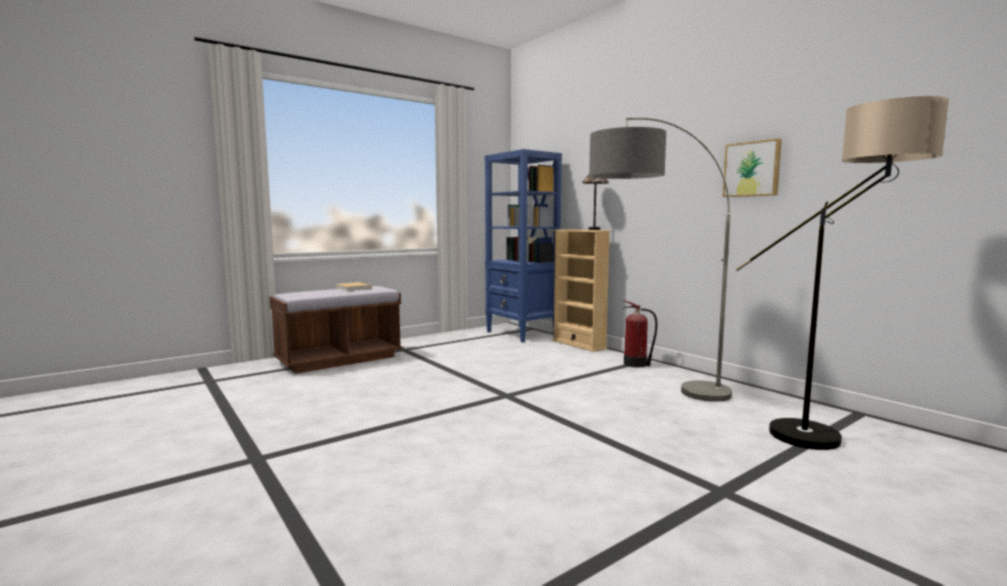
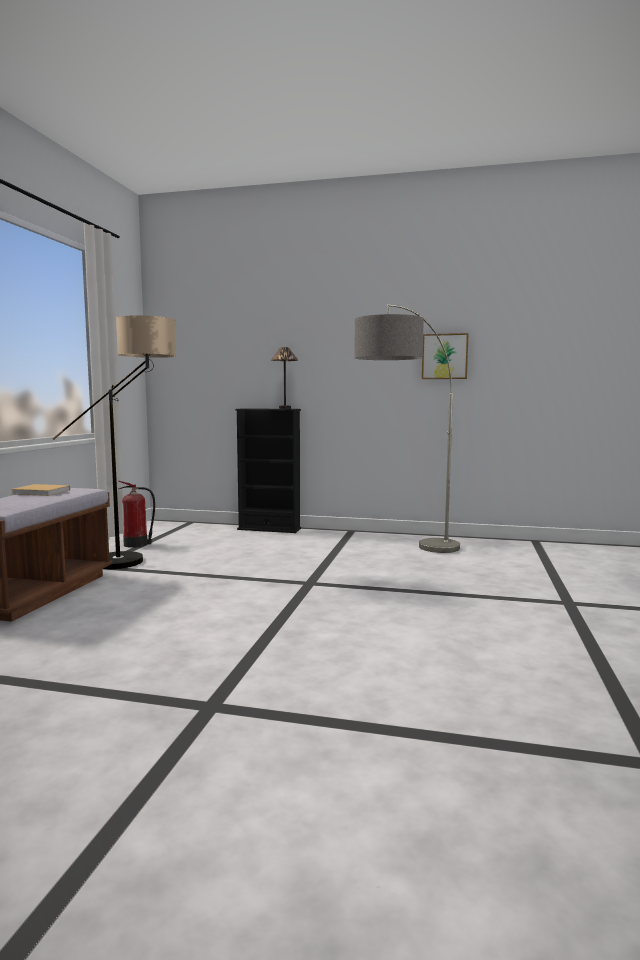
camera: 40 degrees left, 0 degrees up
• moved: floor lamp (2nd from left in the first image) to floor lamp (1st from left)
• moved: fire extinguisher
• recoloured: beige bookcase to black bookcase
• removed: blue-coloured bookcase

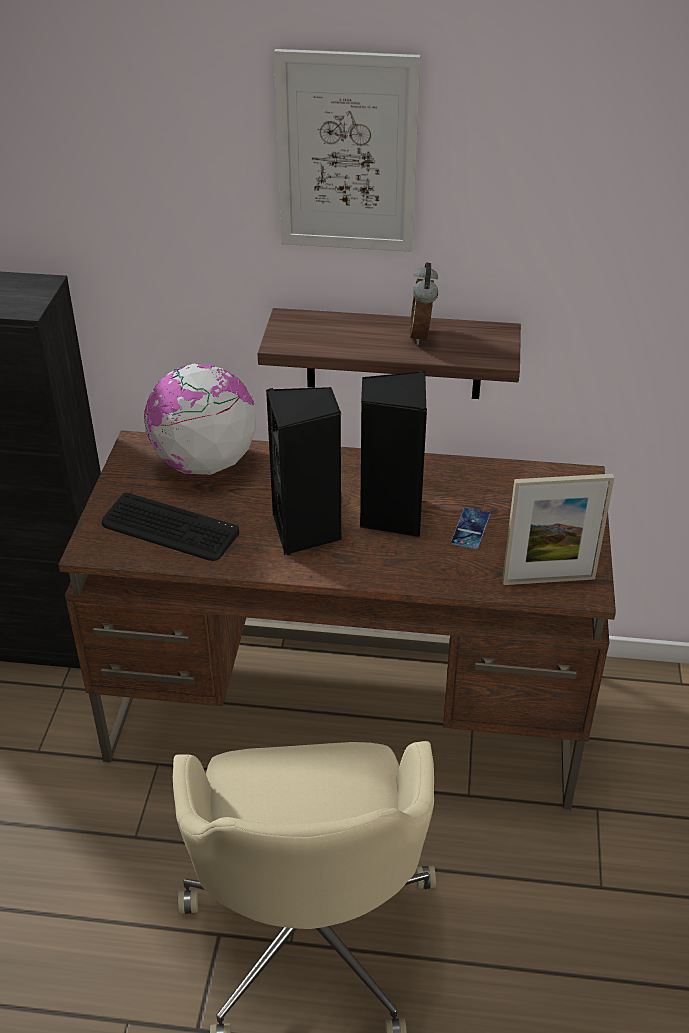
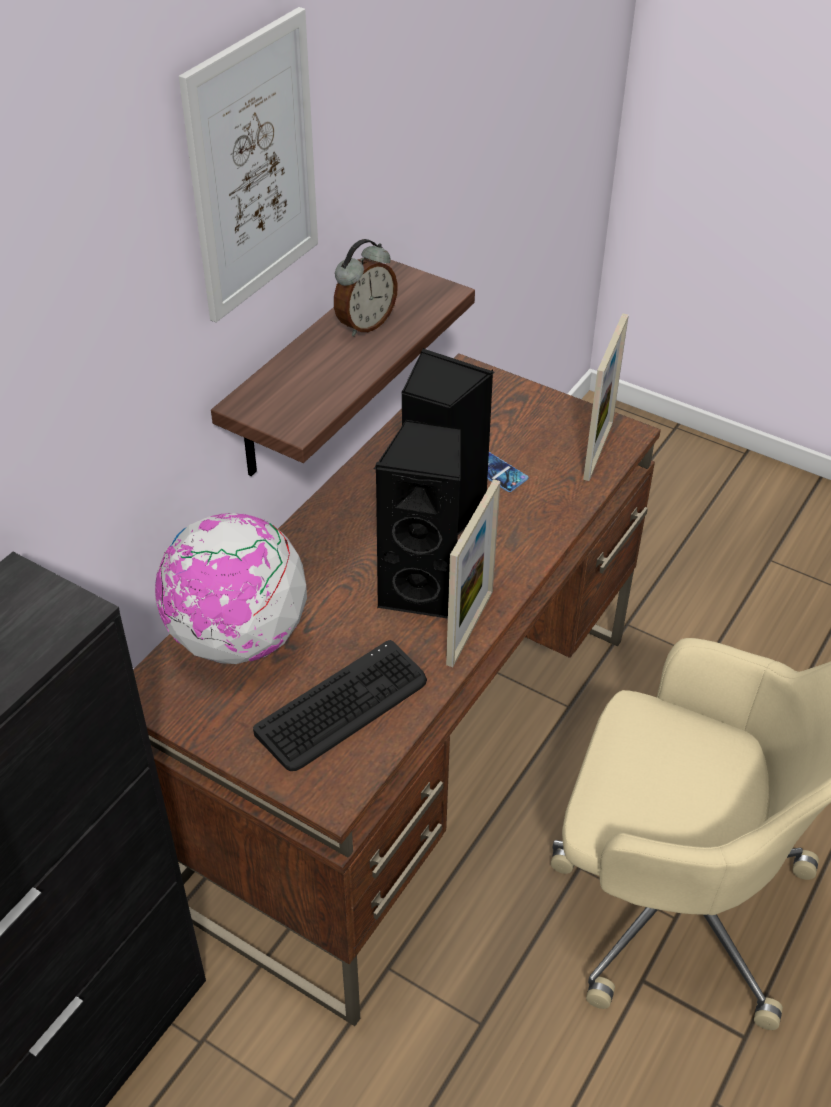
camera: 65 degrees left, 5 degrees up
• turned: bedside clock 75 degrees counterclockwise
• added: photo frame (1st from left)

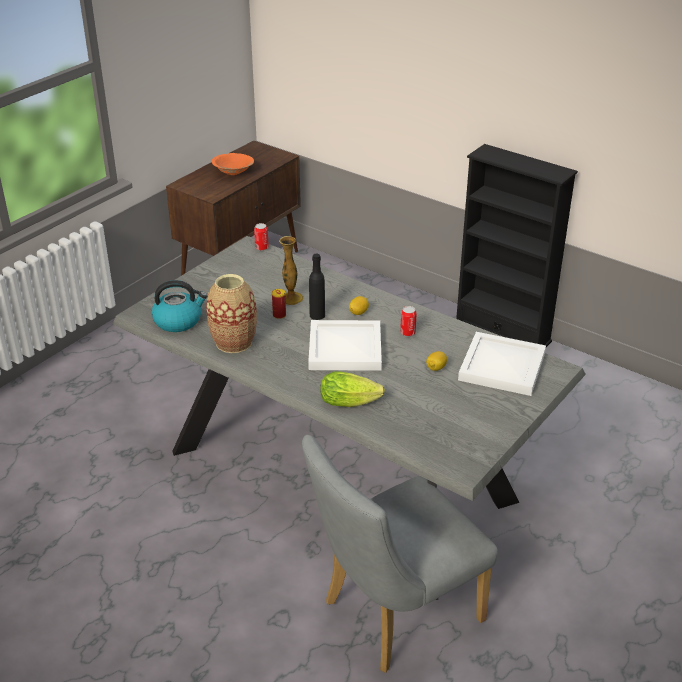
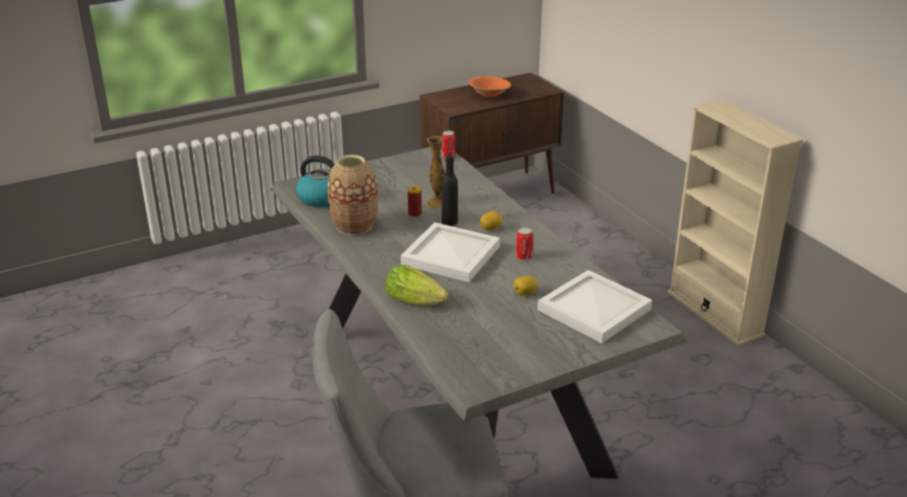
camera: 25 degrees right, 5 degrees down
• recoloured: black bookcase to beige bookcase

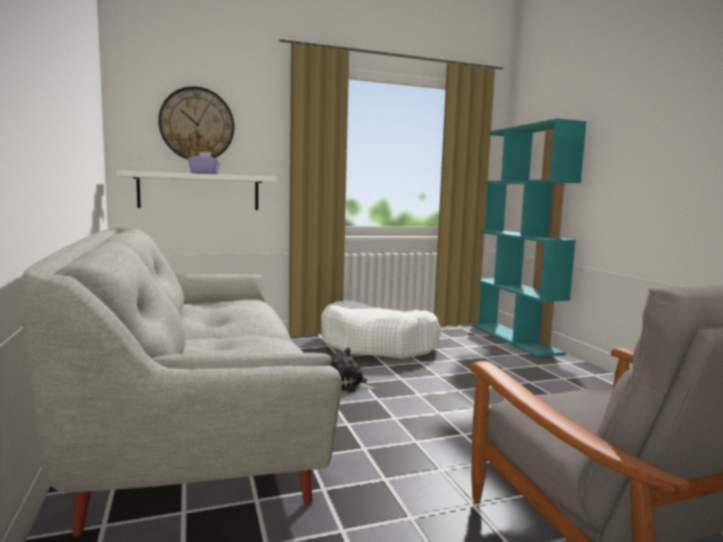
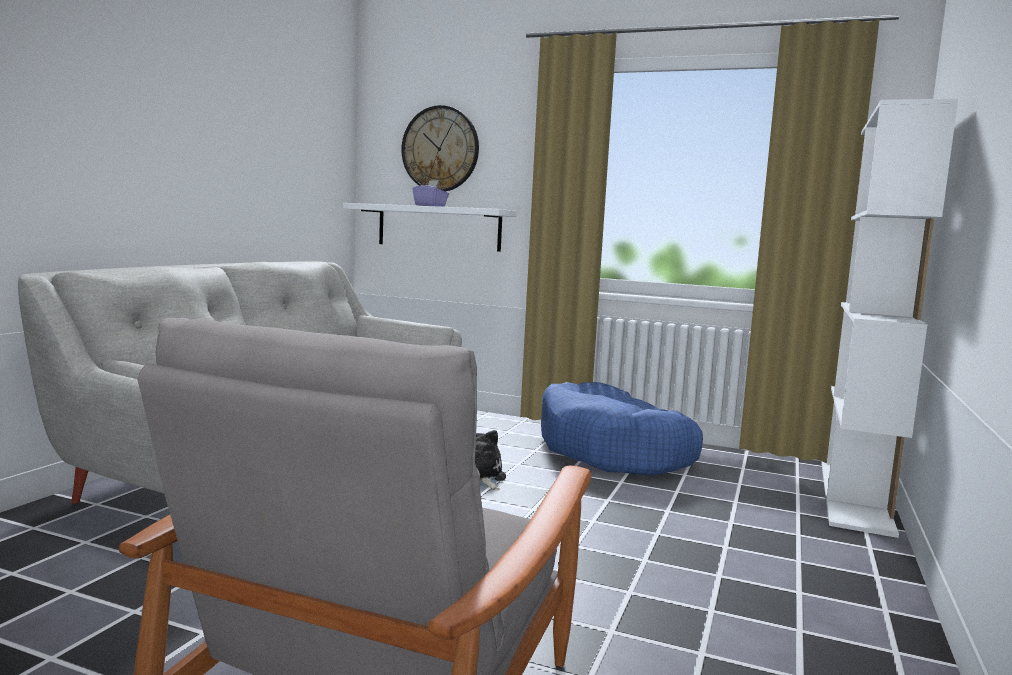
camera: 40 degrees right, 0 degrees up
• recoloured: white-coloured dog bed to blue-coloured dog bed
• recoloured: blue-green bookcase to white-coloured bookcase

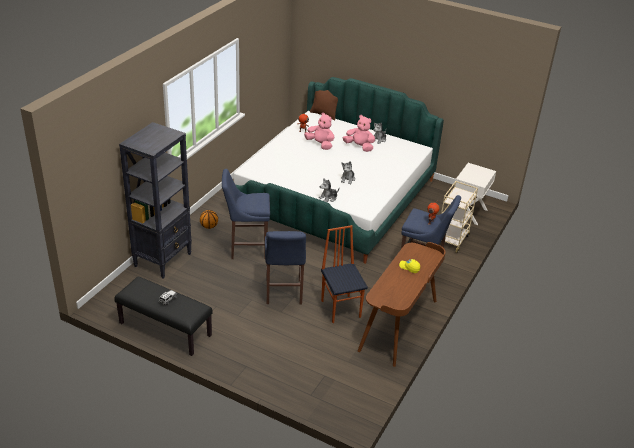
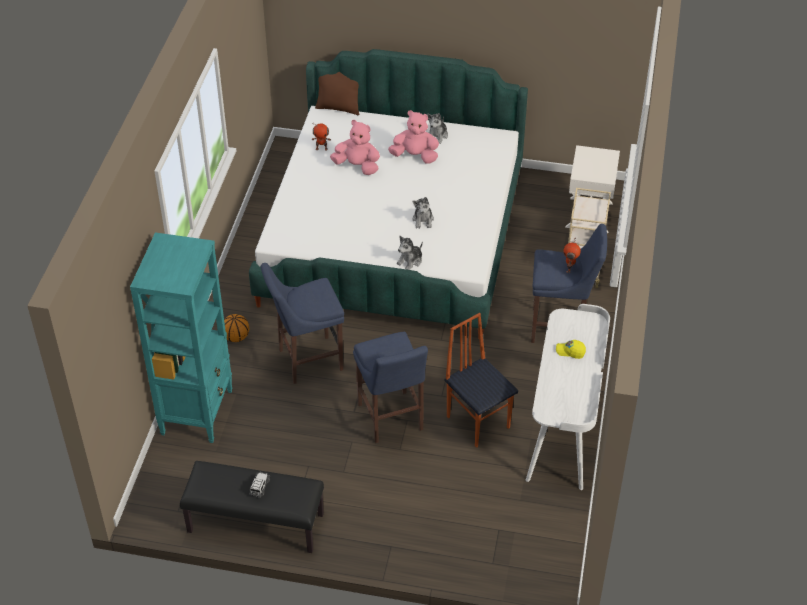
camera: 15 degrees left, 10 degrees up
• recoloured: black bookcase to blue-green bookcase
• recoloured: brownish desk unit to white-coloured desk unit

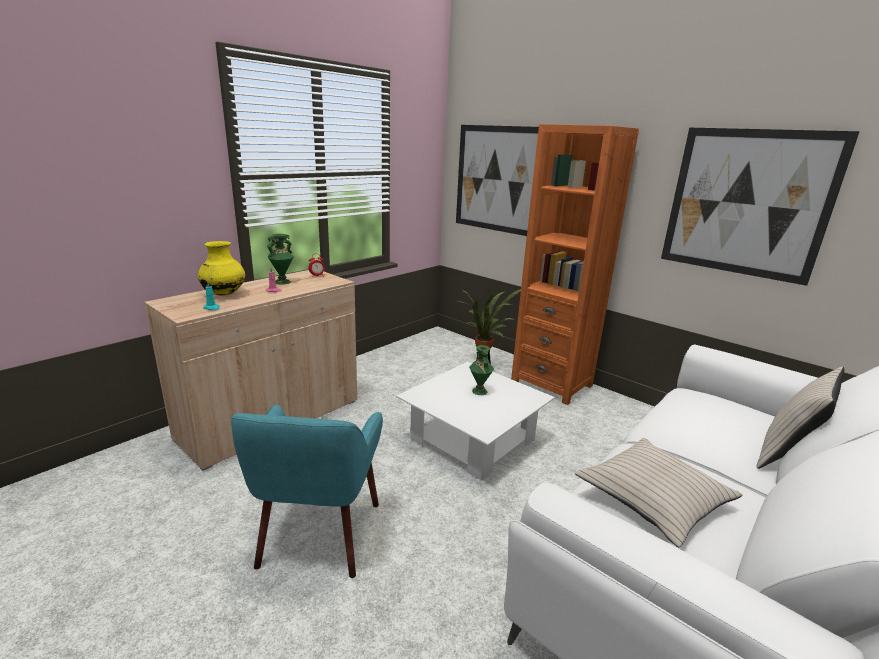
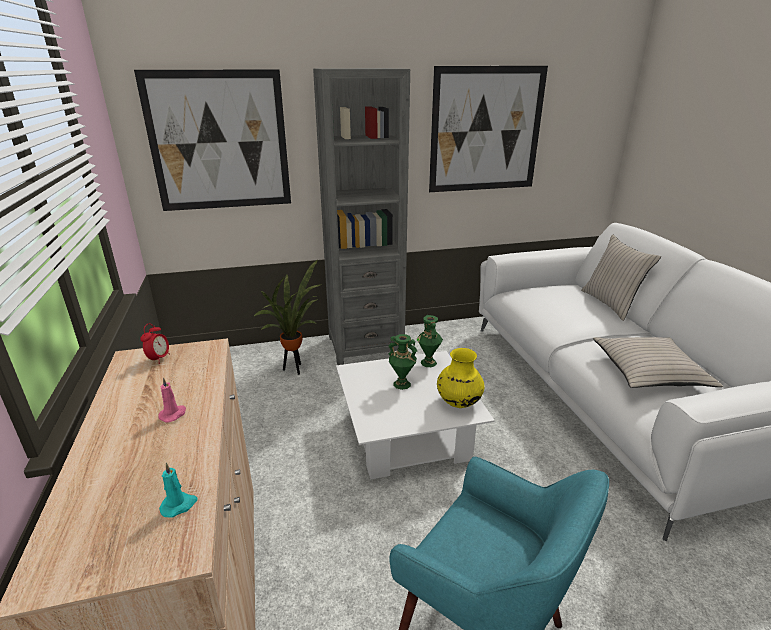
camera: 55 degrees left, 5 degrees up
• recoloured: orange bookcase to grey bookcase
• moved: greenish vase (1st from left in the first image) to greenish vase (2nd from left)
• moved: yellow vase

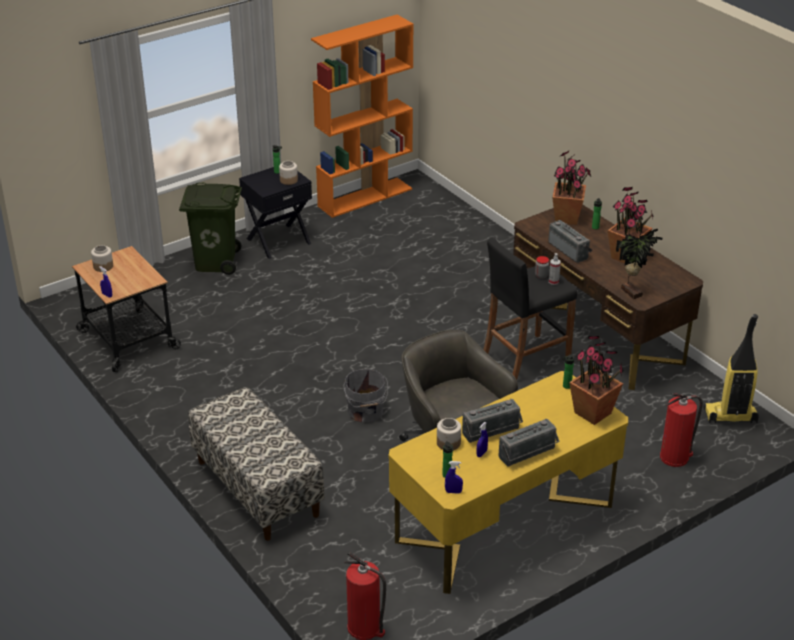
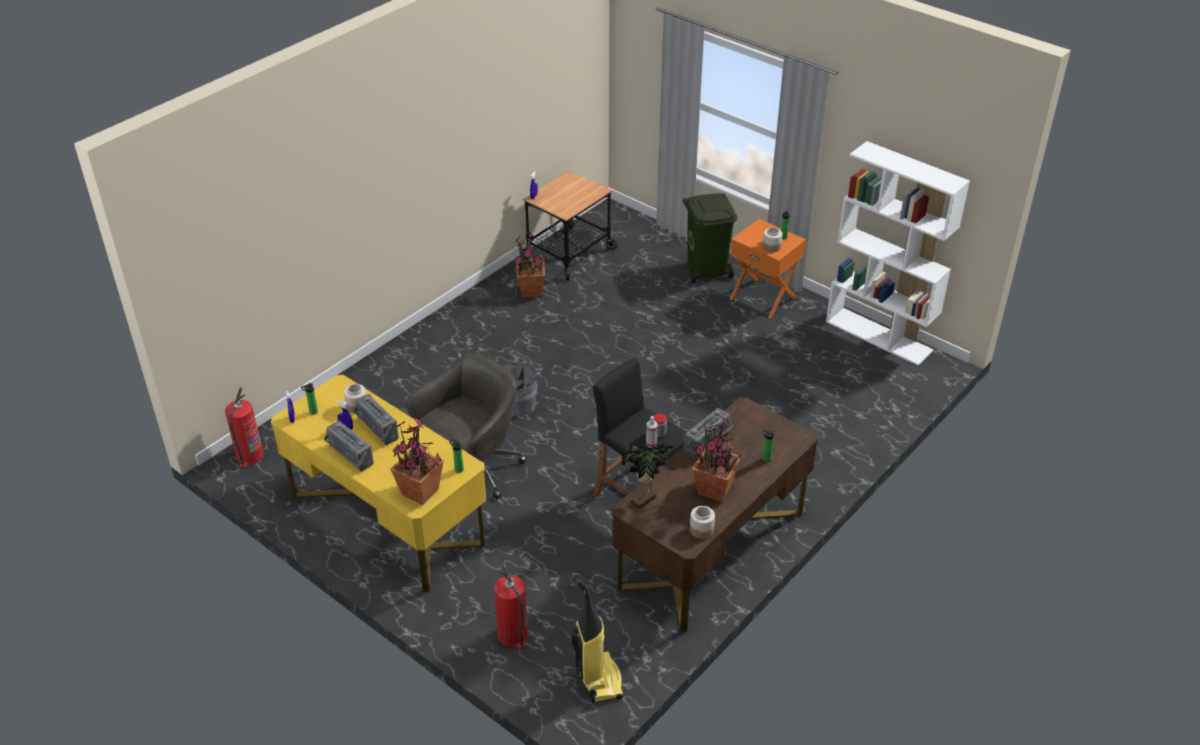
camera: 75 degrees right, 5 degrees up
• moved: houseplant (1st from left in the first image) to houseplant (2nd from left)
• moved: jar (1st from left in the first image) to jar (3rd from left)
• recoloured: black night table to orange night table
• recoloured: orange bookcase to white-coloured bookcase
• removed: long seat

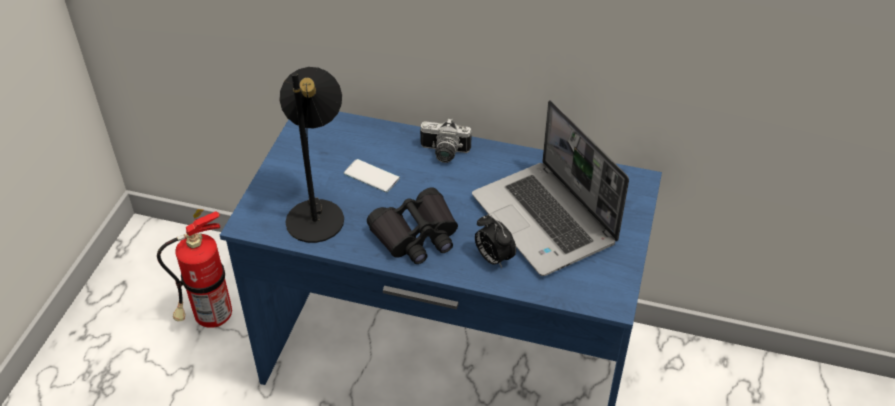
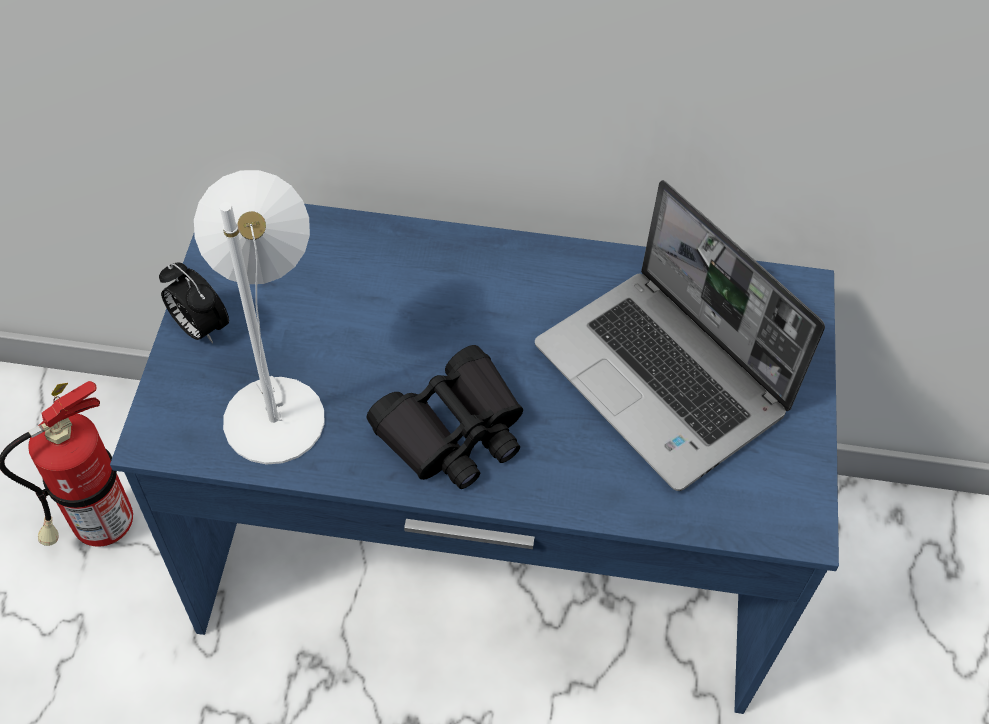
camera: 10 degrees left, 10 degrees up
• moved: bedside clock
• recoloured: black lamp for a table to white-coloured lamp for a table
• removed: telephone
• removed: still camera

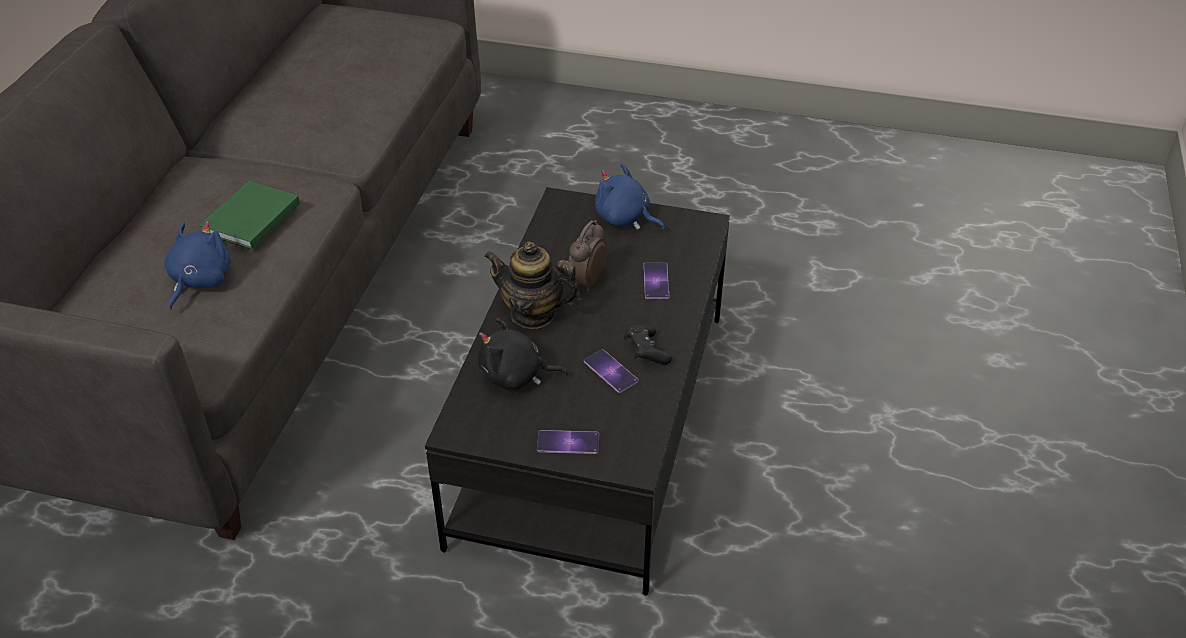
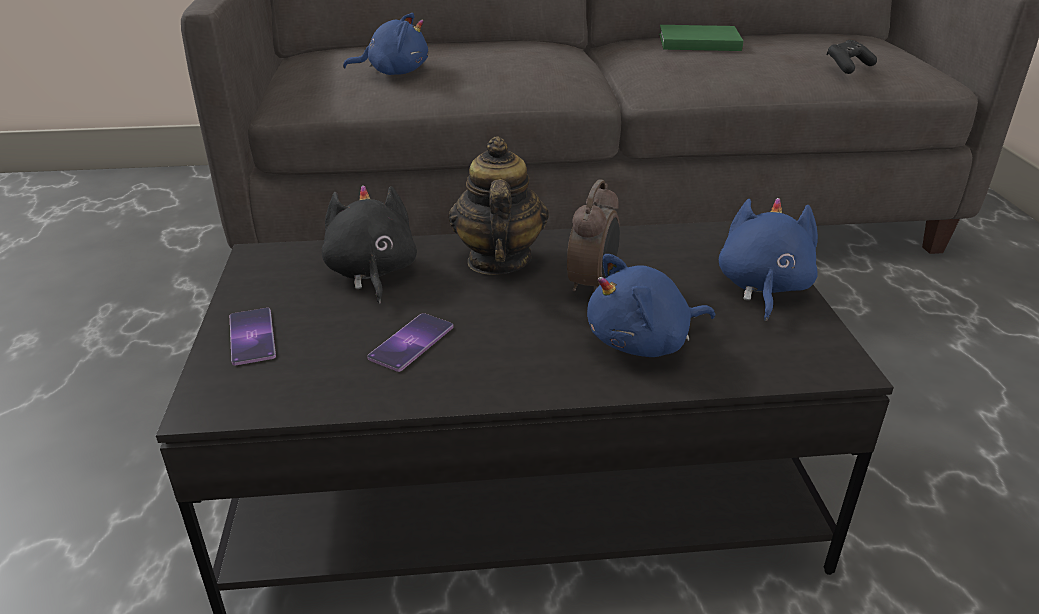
camera: 70 degrees right, 10 degrees down
• turned: bedside clock 105 degrees clockwise
• replaced: telephone (3rd from left) to blue-coloured soft toy (2nd from left)
• moved: greenish book
• moved: black gamepad

